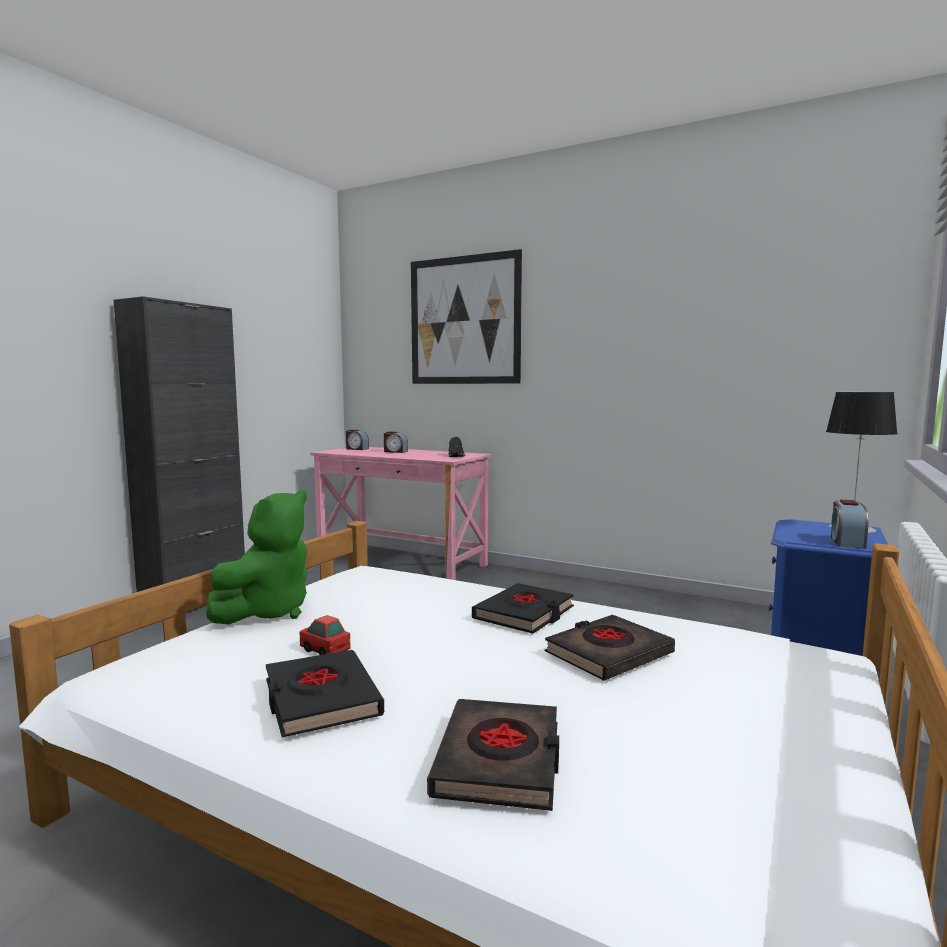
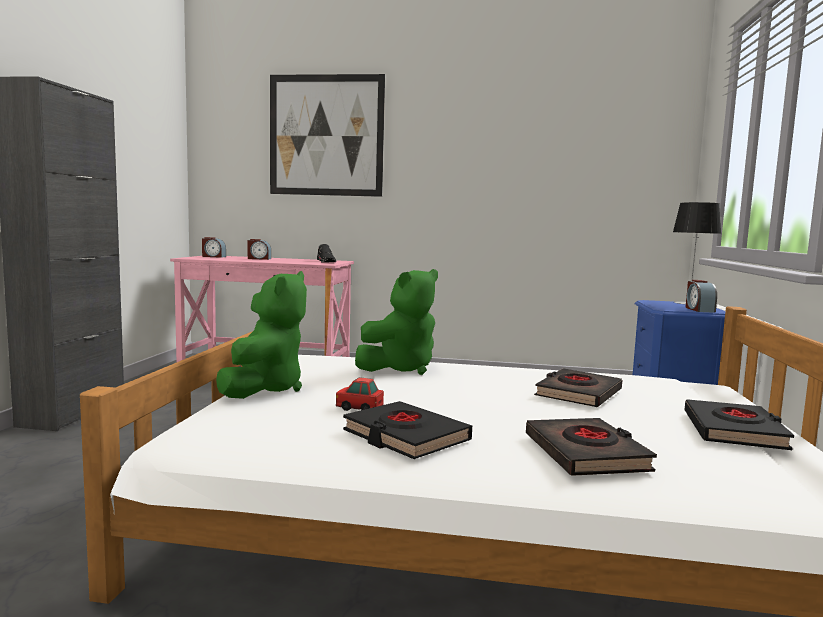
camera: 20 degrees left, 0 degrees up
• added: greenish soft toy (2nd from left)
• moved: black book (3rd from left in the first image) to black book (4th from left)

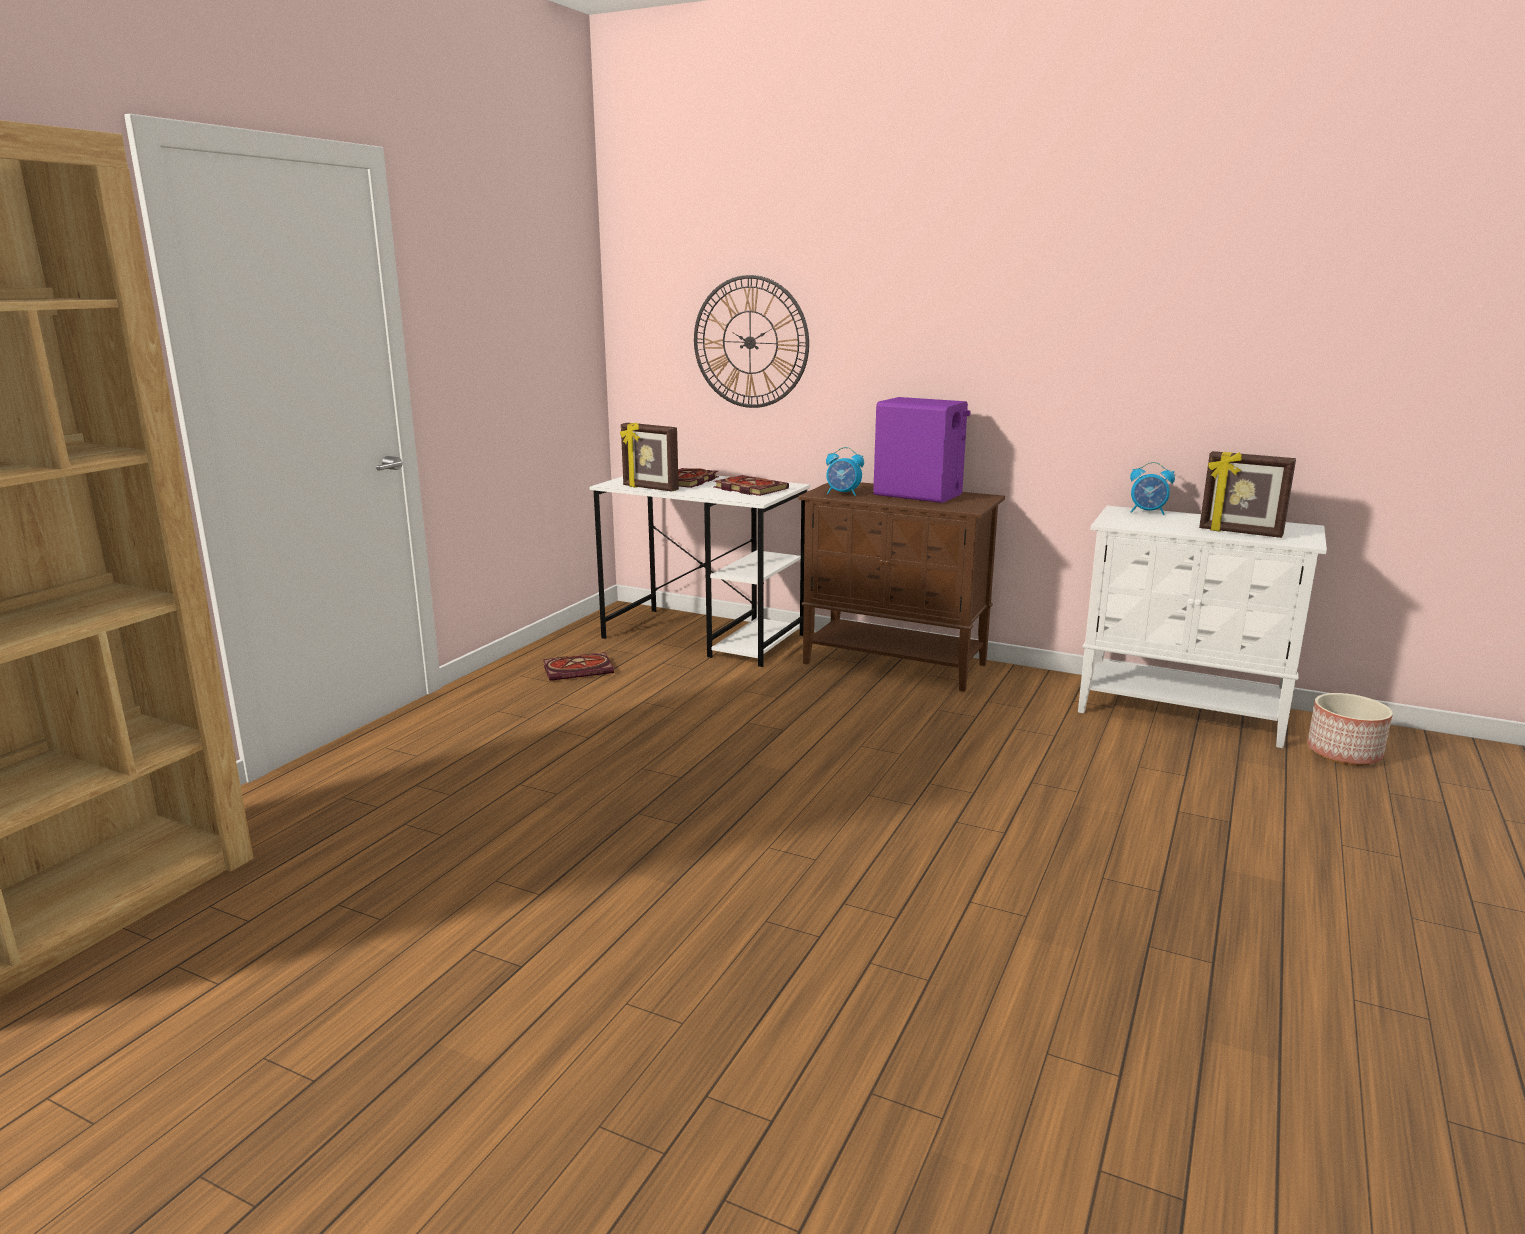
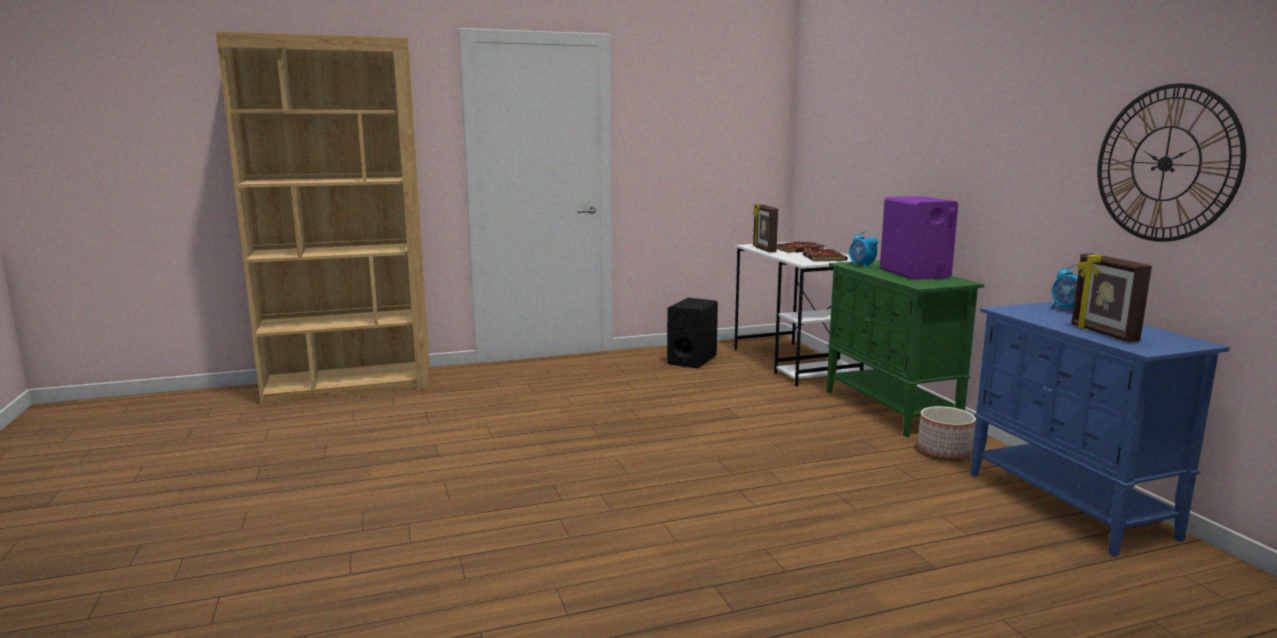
camera: 45 degrees right, 5 degrees down
• replaced: book (1st from left) to black audio speaker
• recoloured: brownish storage cabinet to greenish storage cabinet
• moved: planter
• recoloured: white-coloured storage cabinet to blue-coloured storage cabinet
• moved: clock on the wall

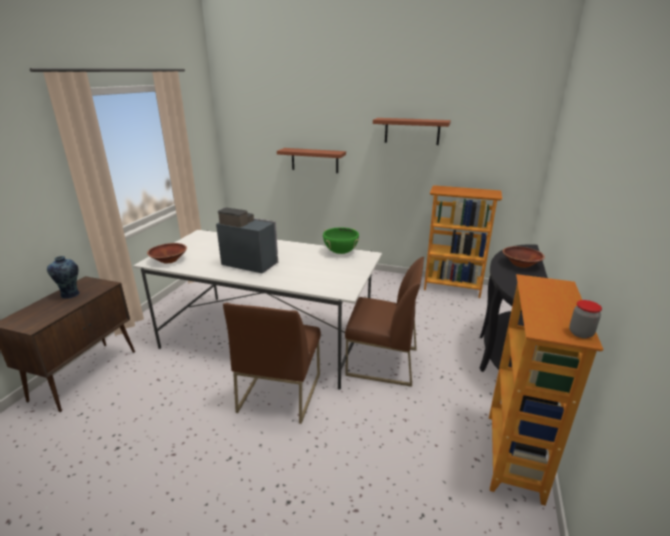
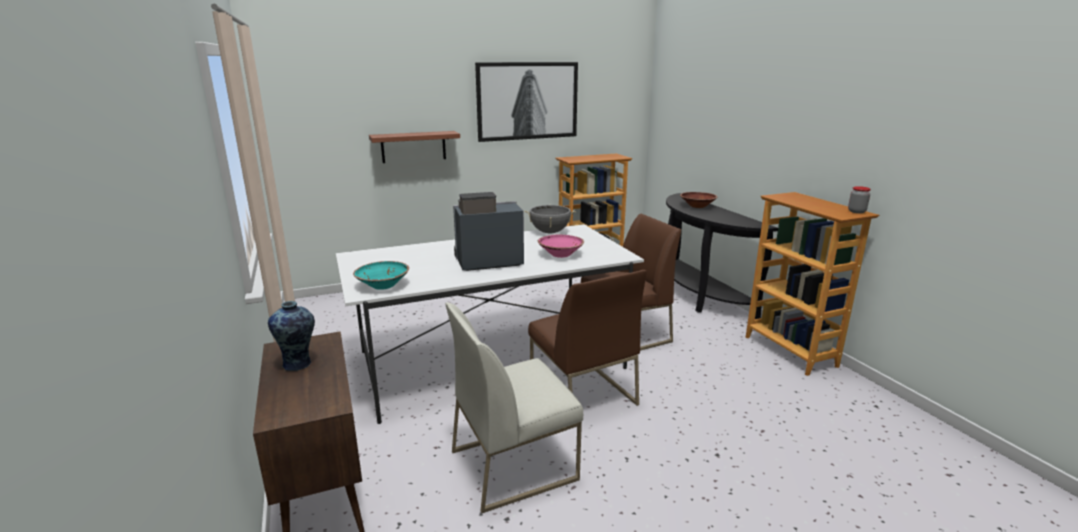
camera: 40 degrees left, 5 degrees down
• recoloured: brownish deep dish (1st from left) to blue-green deep dish
• added: white-coloured chair
• replaced: bracket shelf (2nd from left) to wall art
• recoloured: greenish stockpot to grey stockpot
• added: pink-coloured deep dish

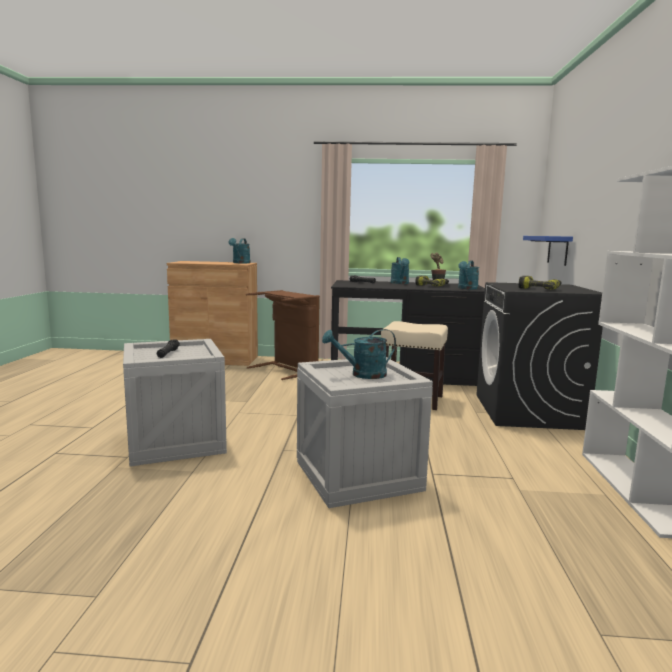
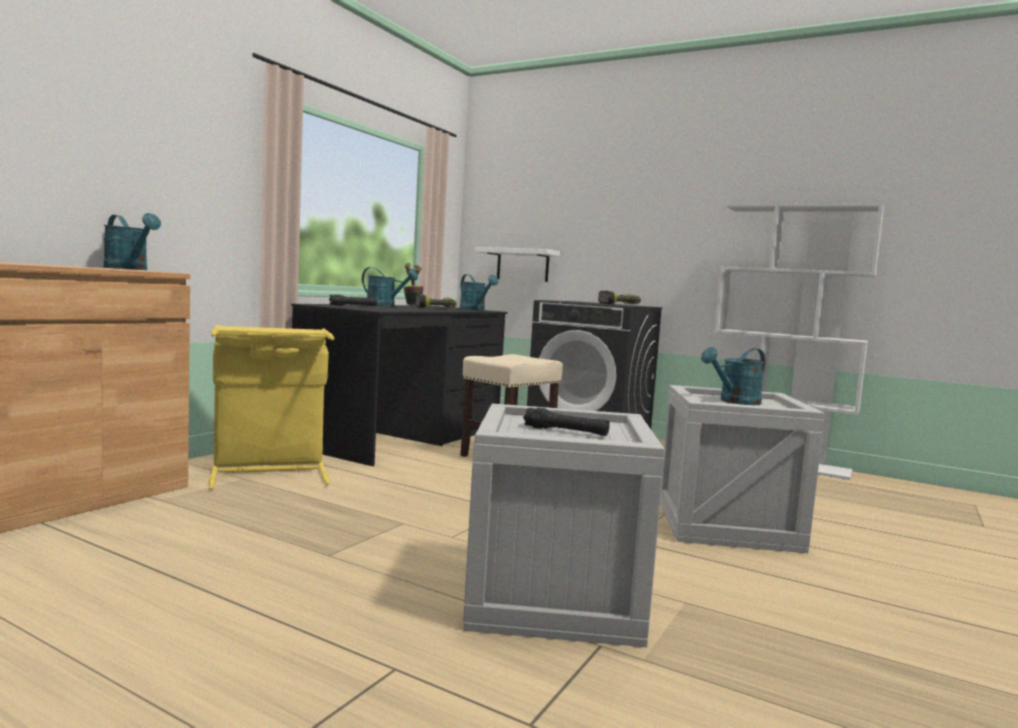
camera: 65 degrees left, 5 degrees down
• recoloured: brownish hamper to yellow hamper
• recoloured: blue-coloured bracket shelf to white-coloured bracket shelf
• turned: blue-green sprinkling can (2nd from left in the first image) 45 degrees clockwise

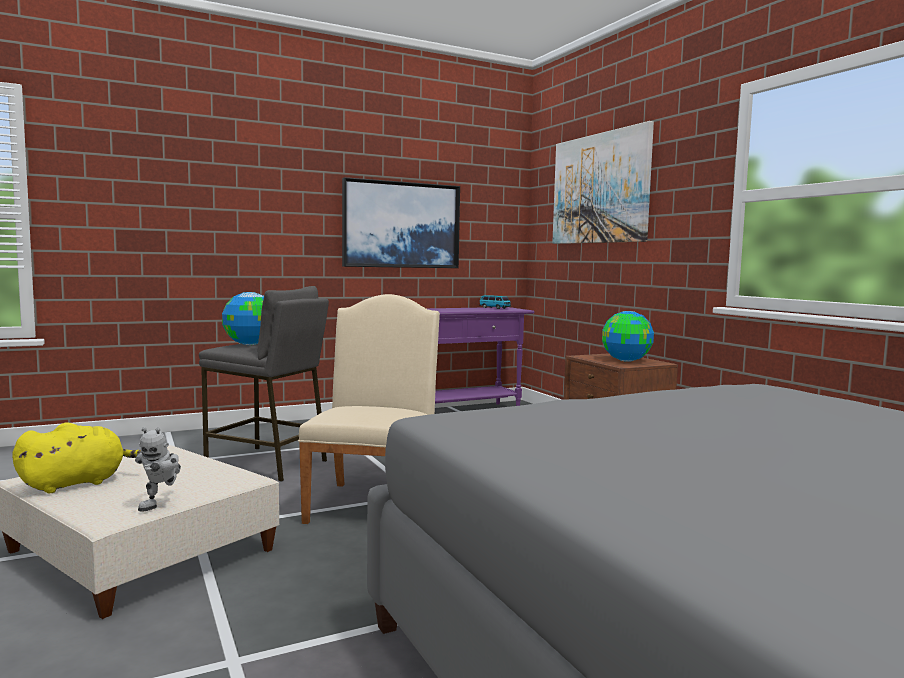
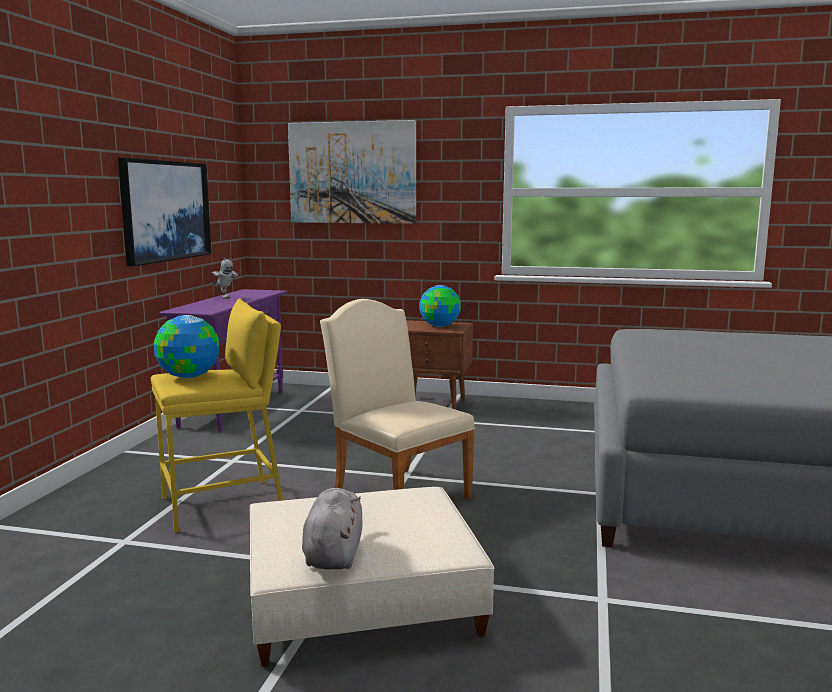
camera: 50 degrees left, 5 degrees up
• recoloured: grey stool to yellow stool
• moved: toy robot
• recoloured: yellow soft toy to grey soft toy
• removed: miniature car

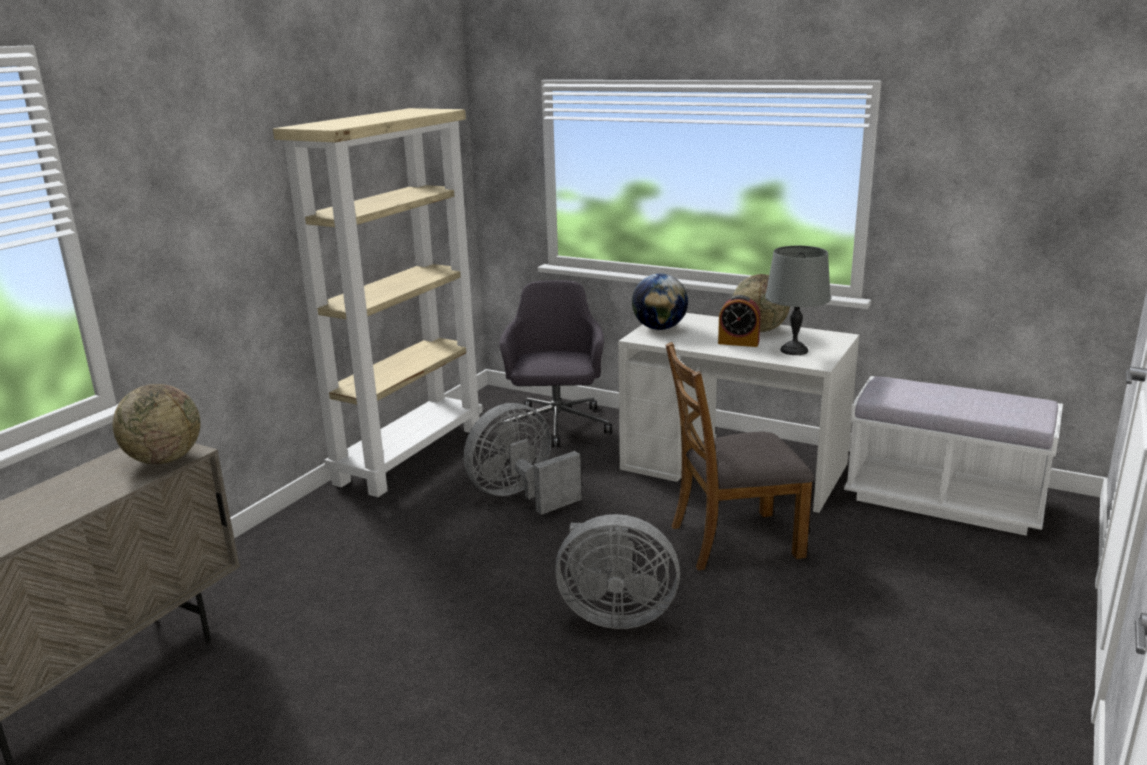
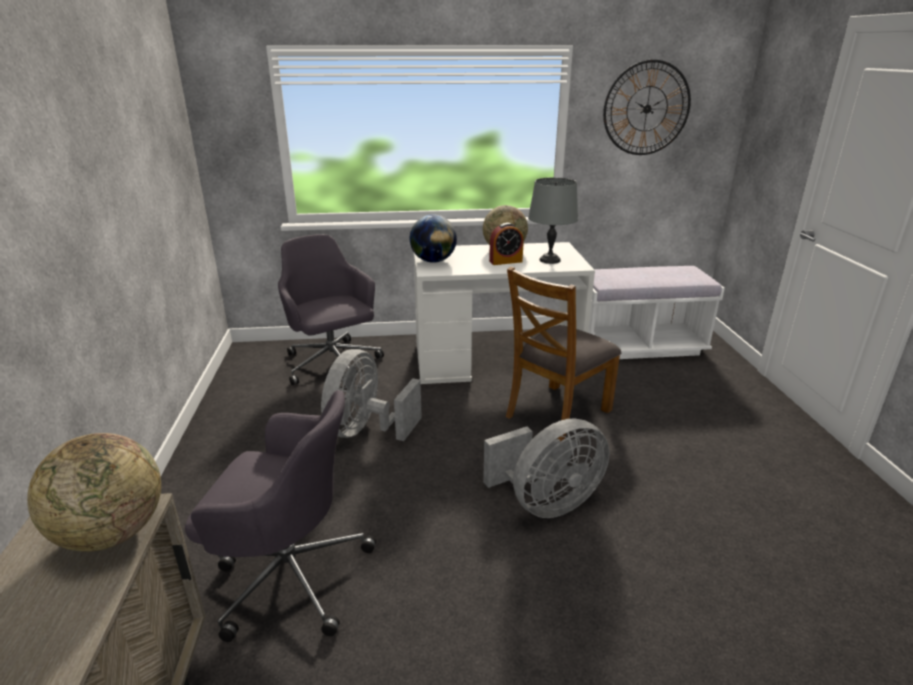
camera: 35 degrees left, 5 degrees up
• added: grey desk chair (1st from left)
• added: clock on the wall
• removed: beige bookcase

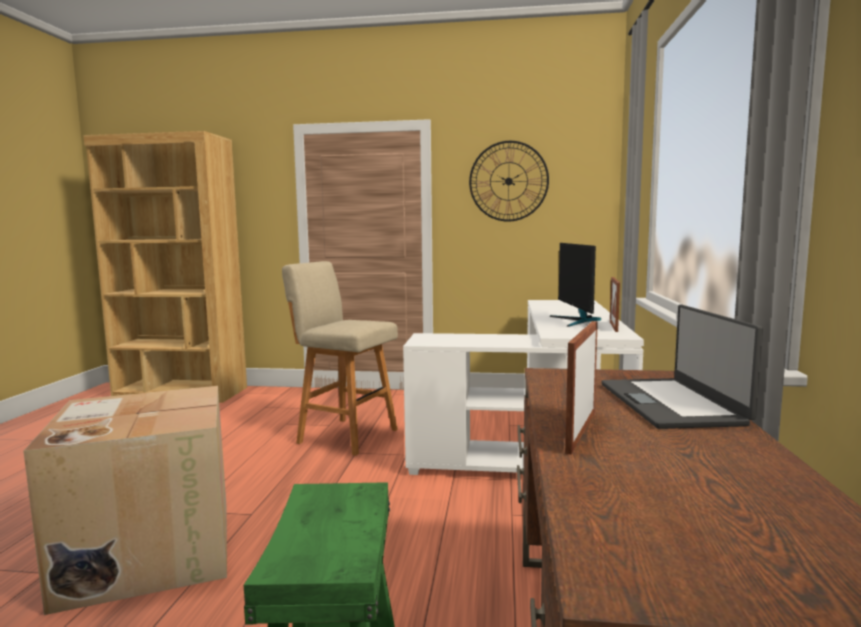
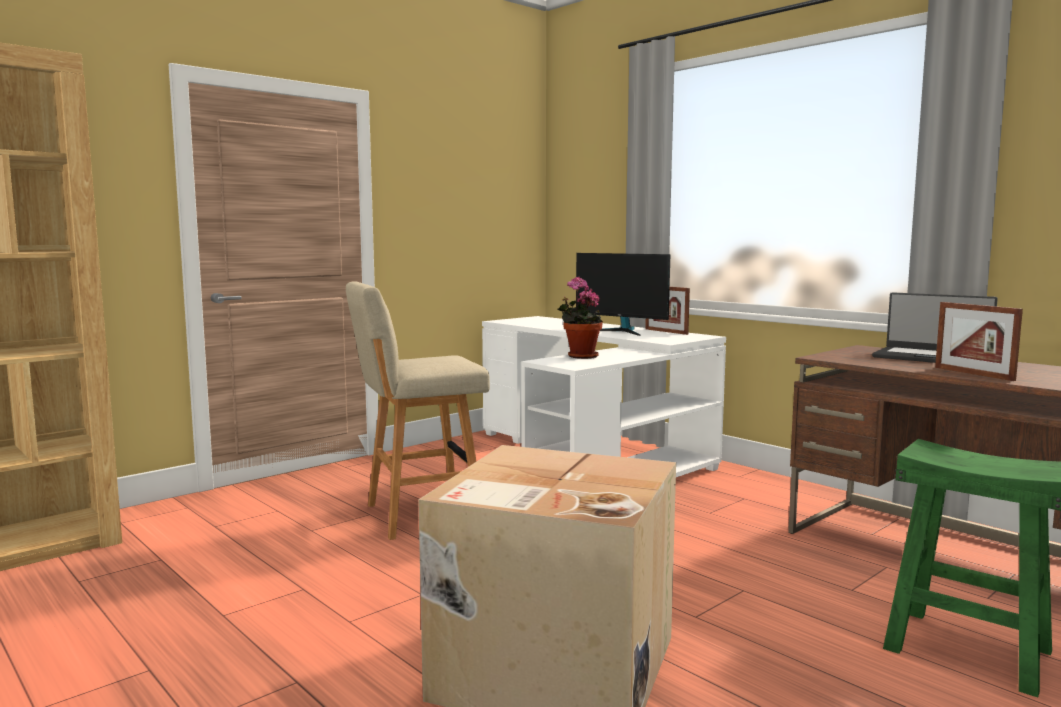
camera: 50 degrees left, 0 degrees up
• added: houseplant
• removed: clock on the wall

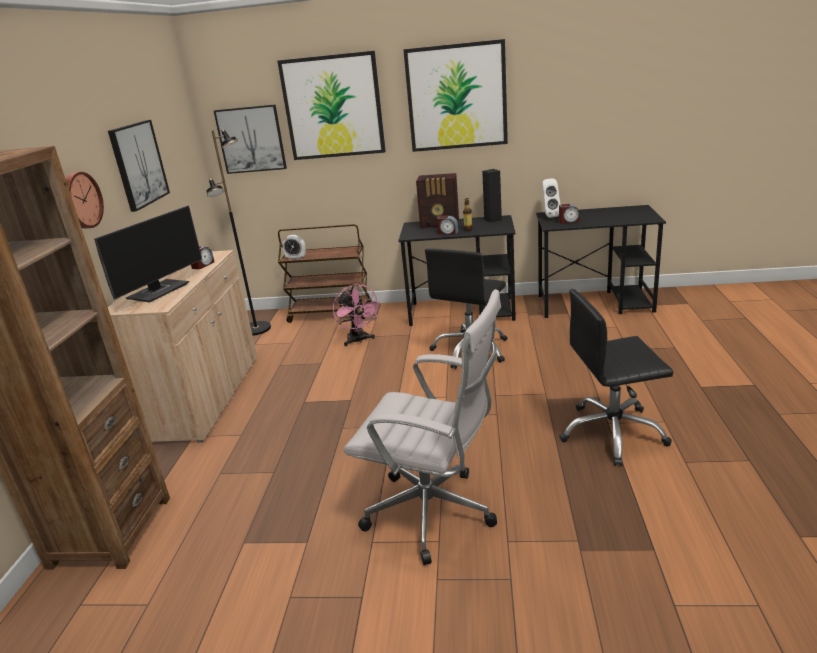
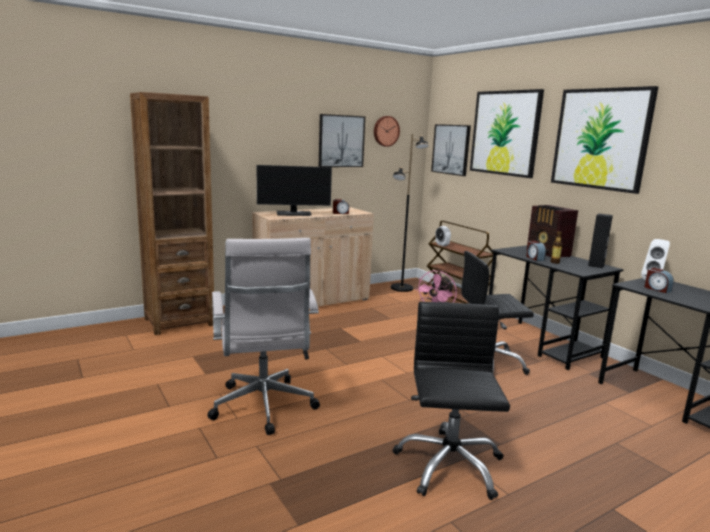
camera: 50 degrees right, 10 degrees down
• moved: clock on the wall
• turned: black desk chair (2nd from left in the first image) 45 degrees clockwise

